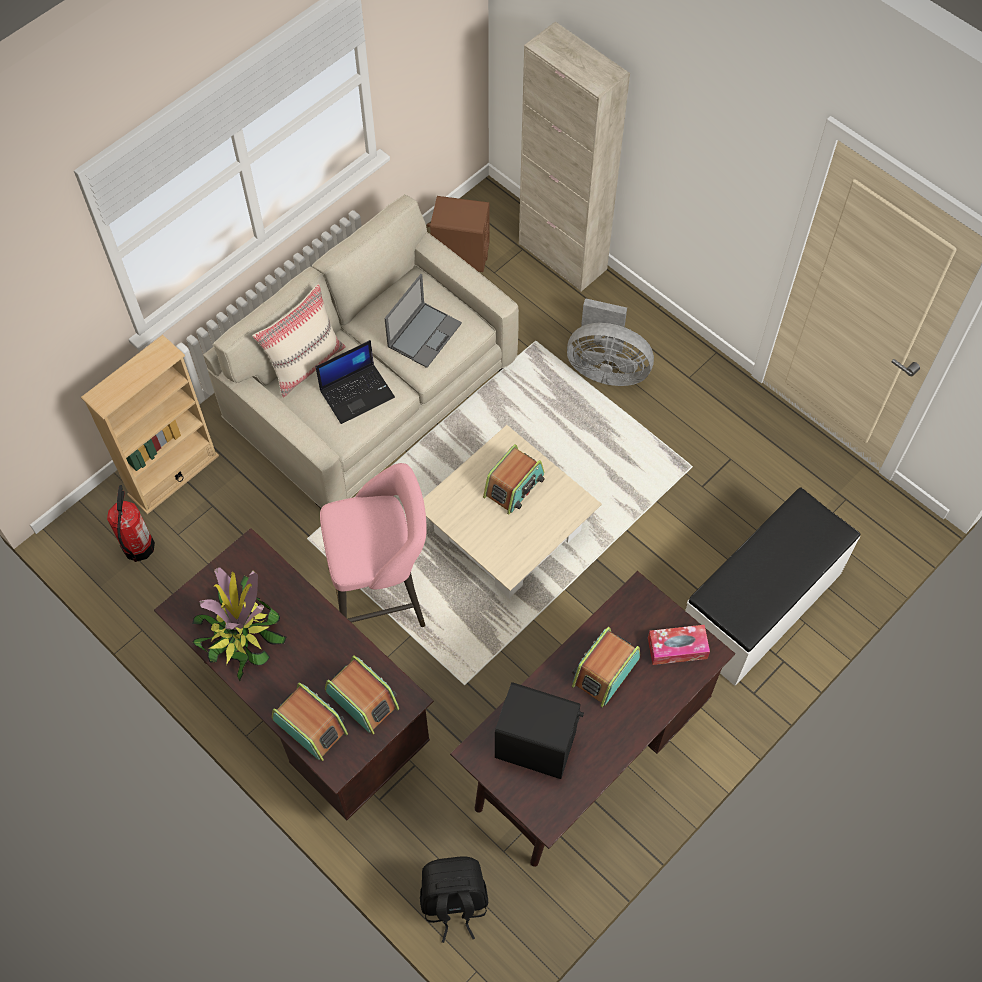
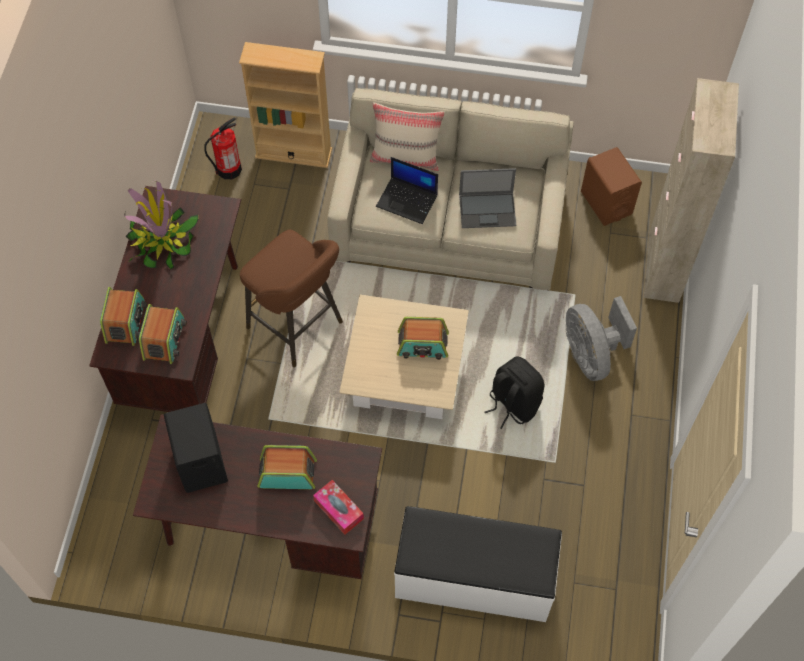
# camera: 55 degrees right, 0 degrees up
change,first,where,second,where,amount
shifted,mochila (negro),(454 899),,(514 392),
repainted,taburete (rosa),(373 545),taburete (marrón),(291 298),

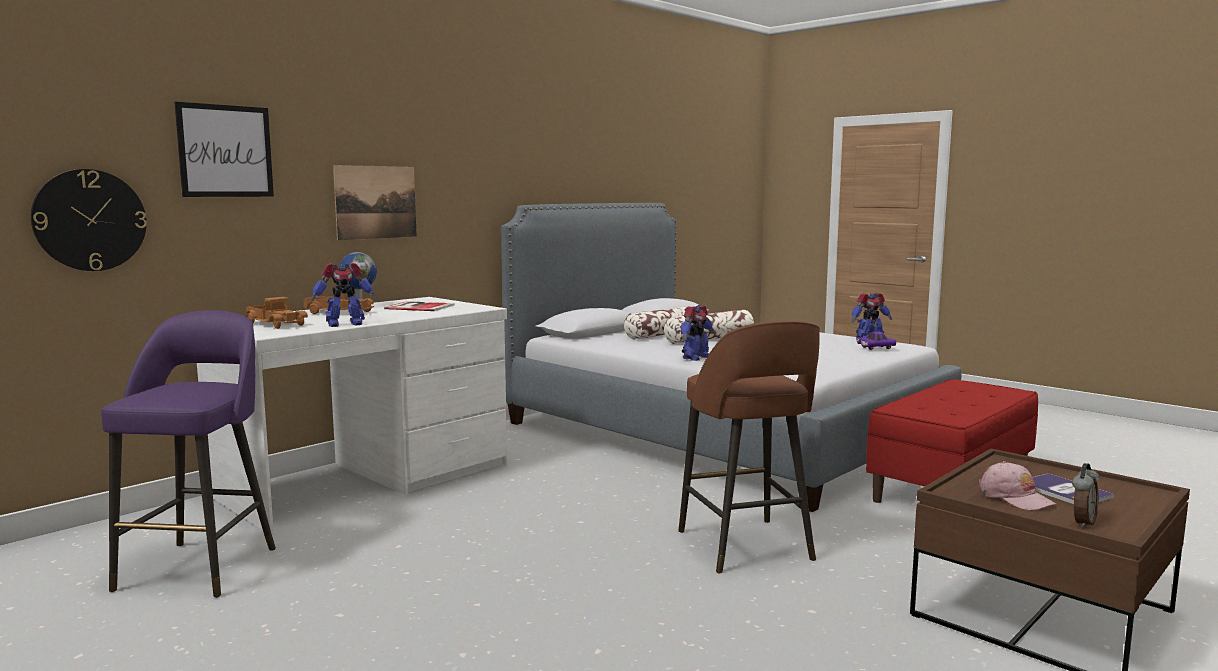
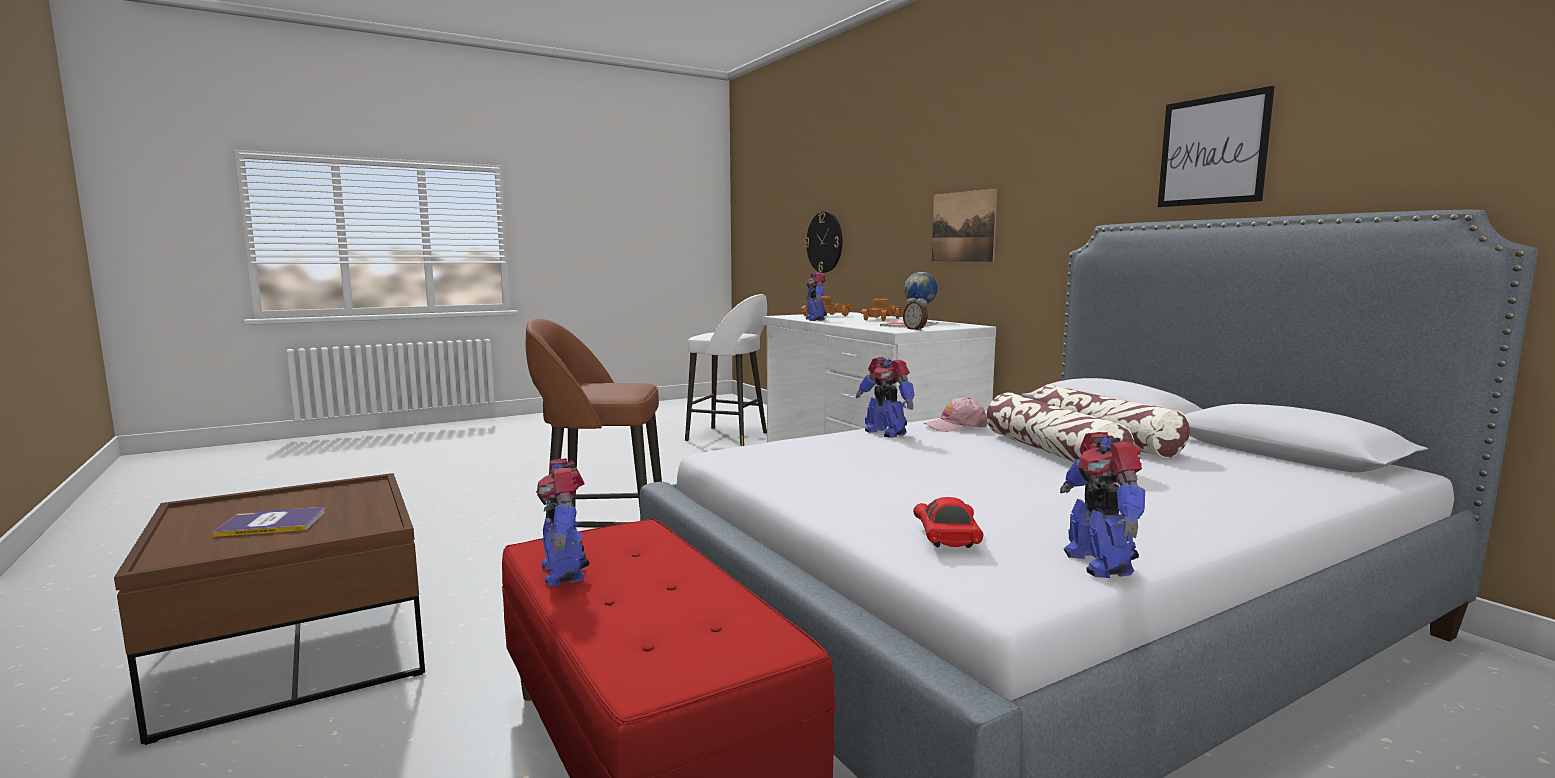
# camera: 105 degrees right, 0 degrees up
change,first,where,second,where,amount
new,,,robot de juguete,(562 522),
shifted,cuadro,(224 149),,(1216 146),
shifted,gorra (rosa),(1017 486),,(955 414),
shifted,despertador,(1086 495),,(915 312),
repainted,taburete (morado),(188 454),taburete (blanco),(726 370),
repainted,coche de juguete (morado),(876 341),coche de juguete (rojo),(948 522),

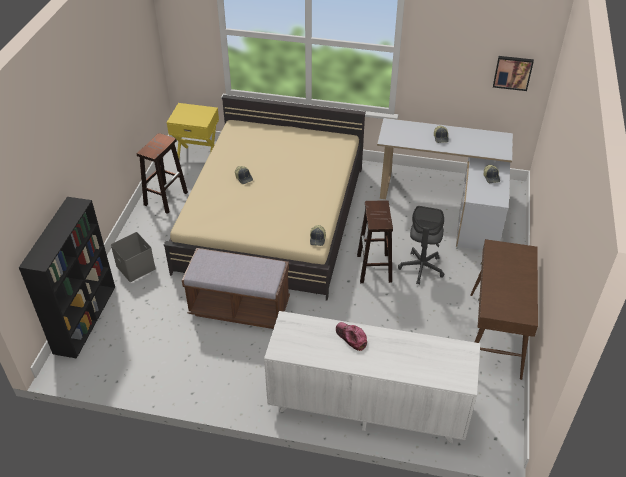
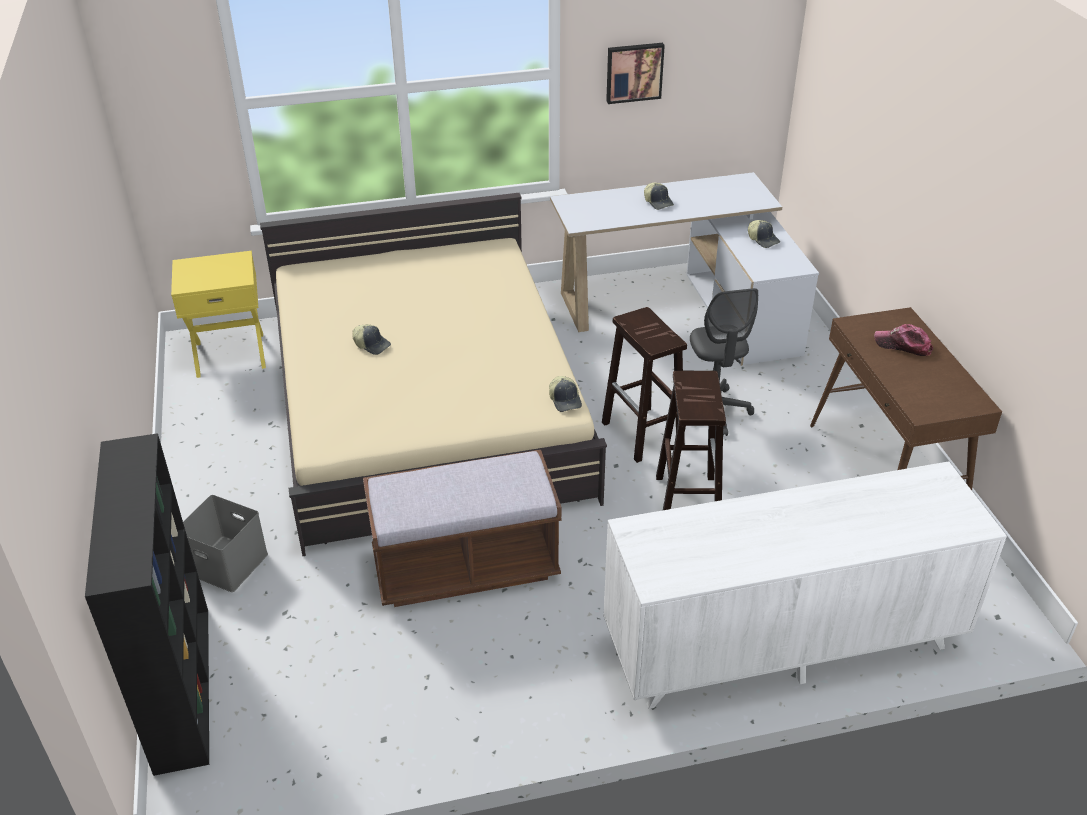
# camera: 25 degrees left, 5 degrees down
change,first,where,second,where,amount
shifted,taburete (marrón),(162 173),,(691 440),
shifted,gorra,(351 336),,(903 340),
shifted,cuadro,(513 73),,(635 73),

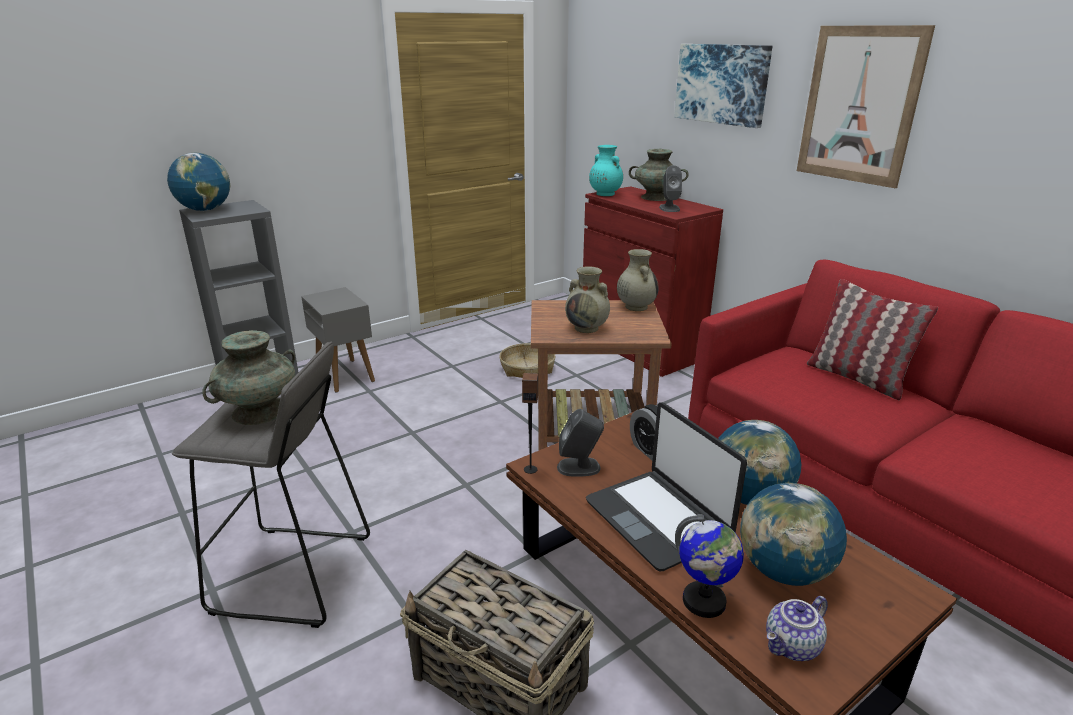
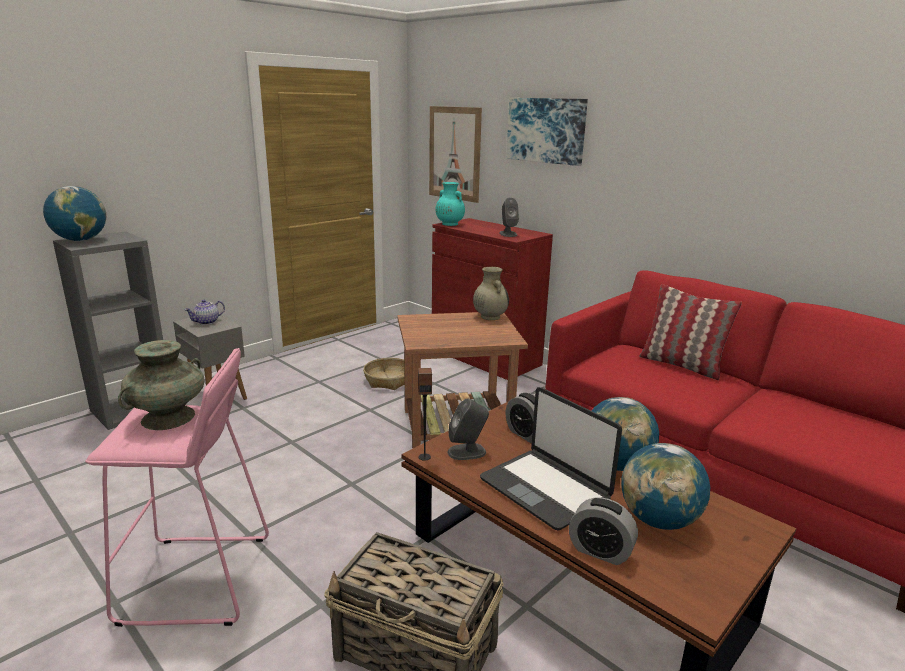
# camera: 10 degrees left, 5 degrees down
change,first,where,second,where,amount
gone,florero (beis),(587 299),,,
gone,florero (turquesa),(659 175),,,
shifted,tetera,(797 628),,(205 312),
shifted,cuadro,(866 106),,(455 154),
swapped,globo terráqueo,(709 566),despertador,(603 531),
repainted,taburete (gris),(271 485),taburete (rosa),(177 487),

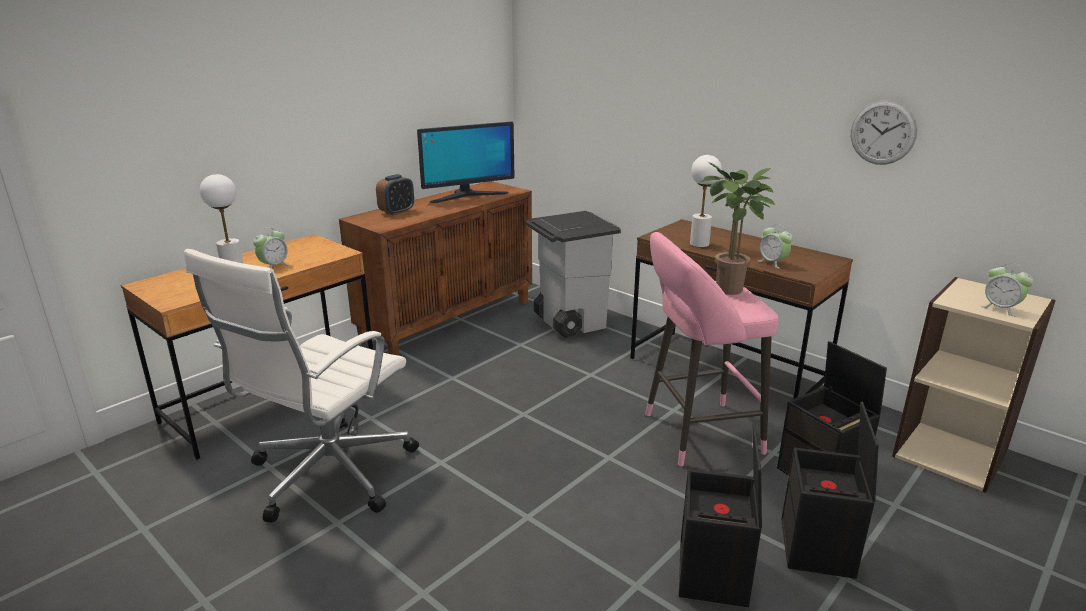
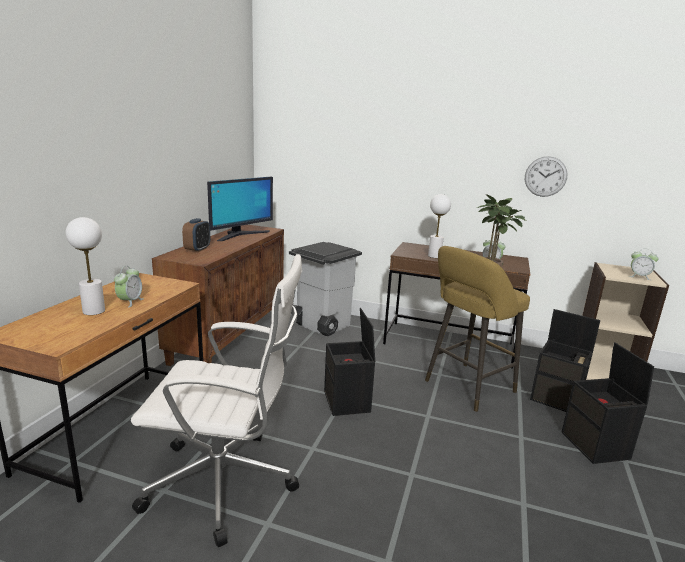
# camera: 25 degrees left, 5 degrees down
change,first,where,second,where,amount
shifted,caja de almacenaje (negro),(720 514),,(349 362),
repainted,taburete (rosa),(712 349),taburete (amarillo),(477 329),
rotated,silla de oficina (blanco),(301 385),,(216 400),90 degrees counterclockwise

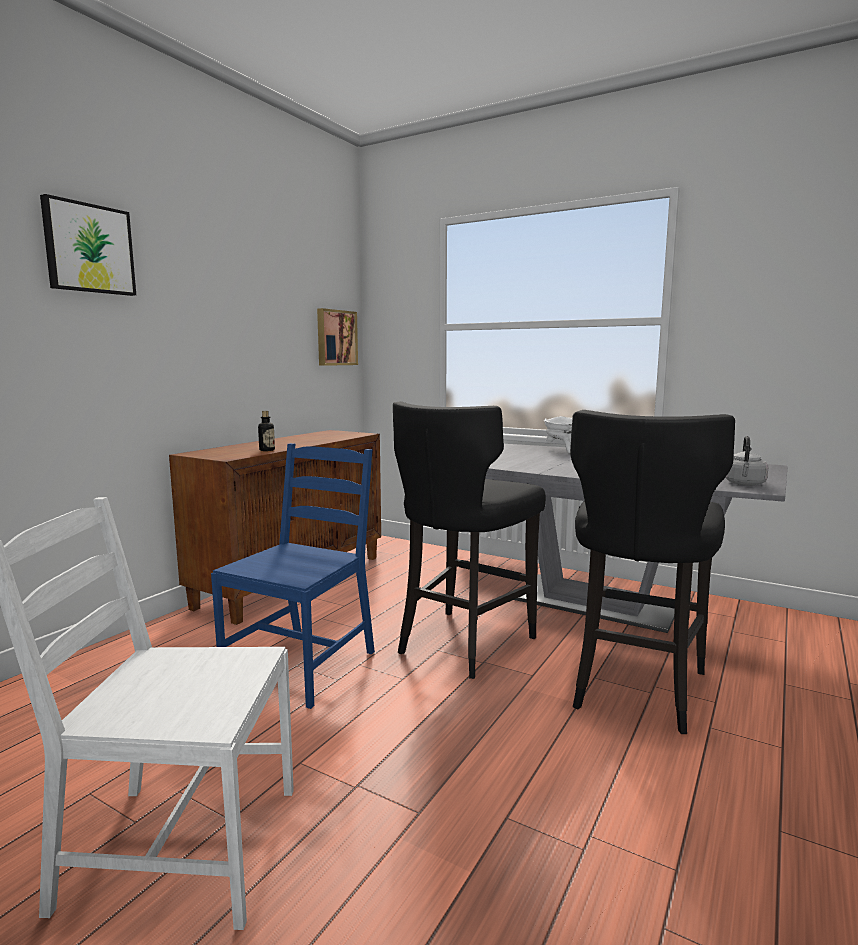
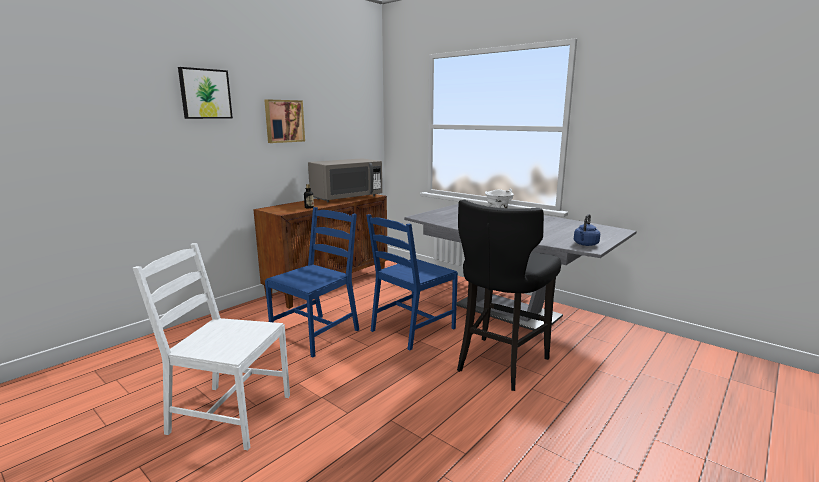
# camera: 10 degrees right, 5 degrees up
change,first,where,second,where,amount
new,,,microondas (gris),(345 180),
shifted,cuadro,(337 337),,(285 121),
swapped,taburete (negro),(469 540),silla (azul),(412 282),
repainted,hervidor (gris),(746 461),hervidor (azul),(587 230),

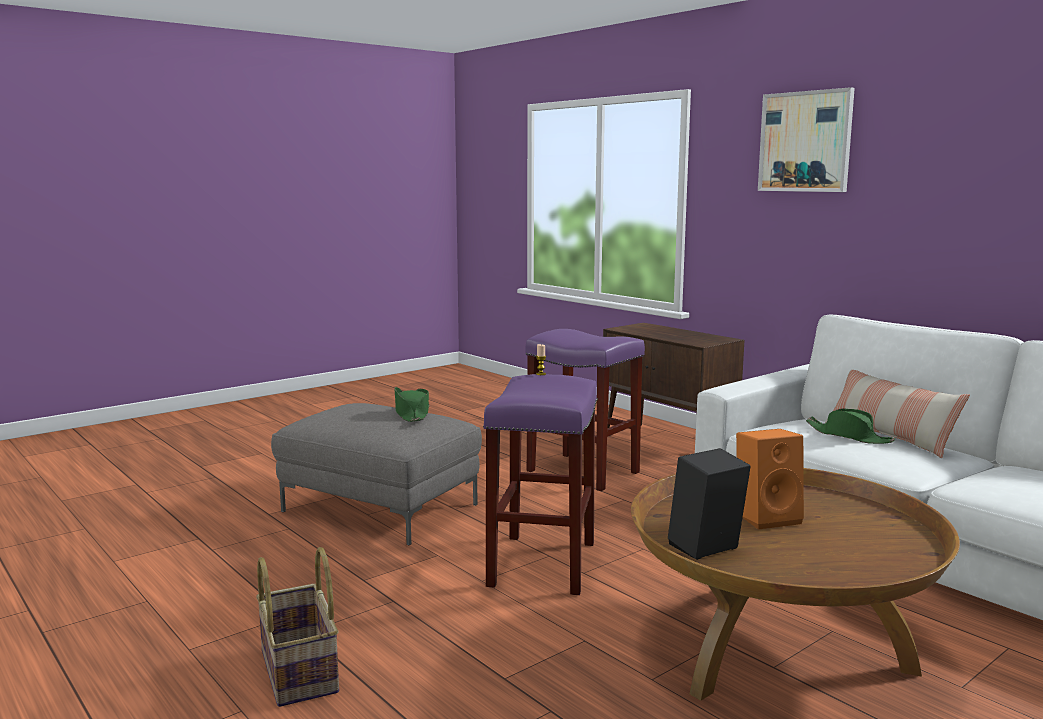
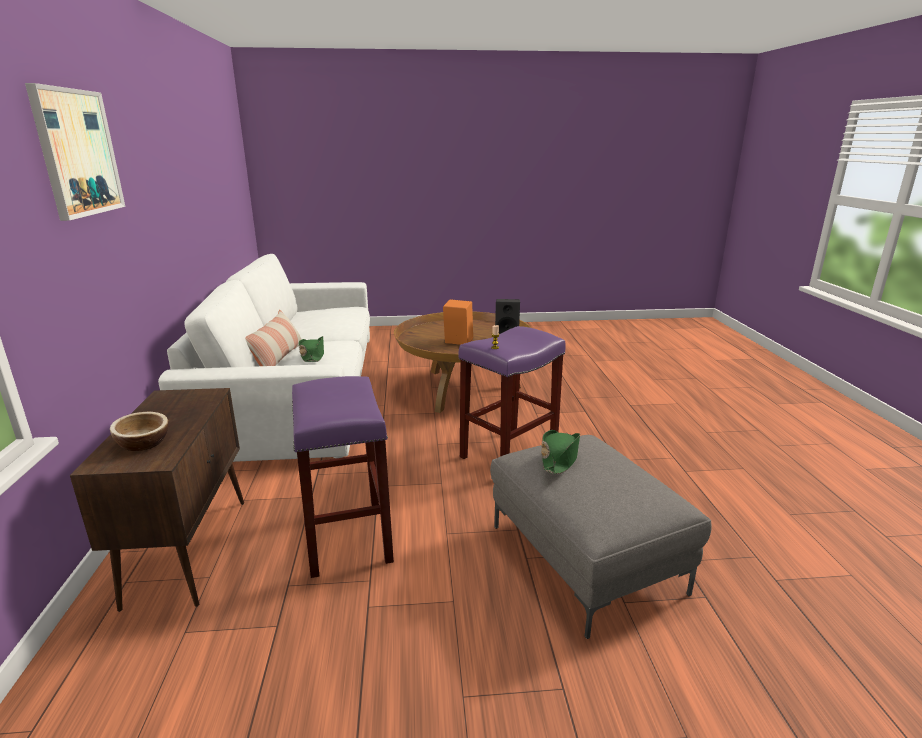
# camera: 145 degrees left, 10 degrees up
change,first,where,second,where,amount
gone,cesta,(297 627),,,
new,,,cuenco,(139 431),

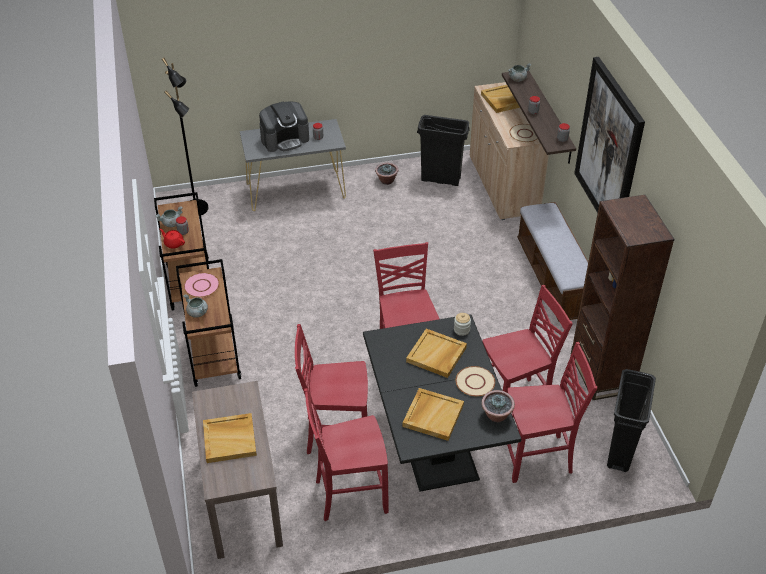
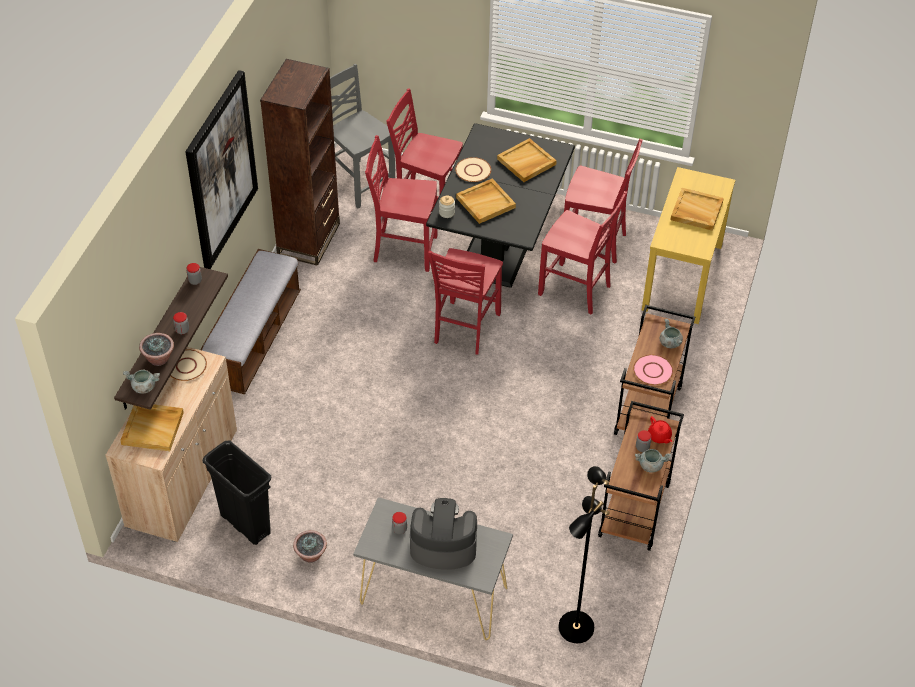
# camera: 150 degrees left, 5 degrees up
change,first,where,second,where,amount
shifted,planta en maceta,(498 406),,(156 349),
swapped,papelera (negro),(631 420),silla (gris),(362 136),
repainted,mesa consola (marrón),(237 470),mesa consola (amarillo),(688 245),

